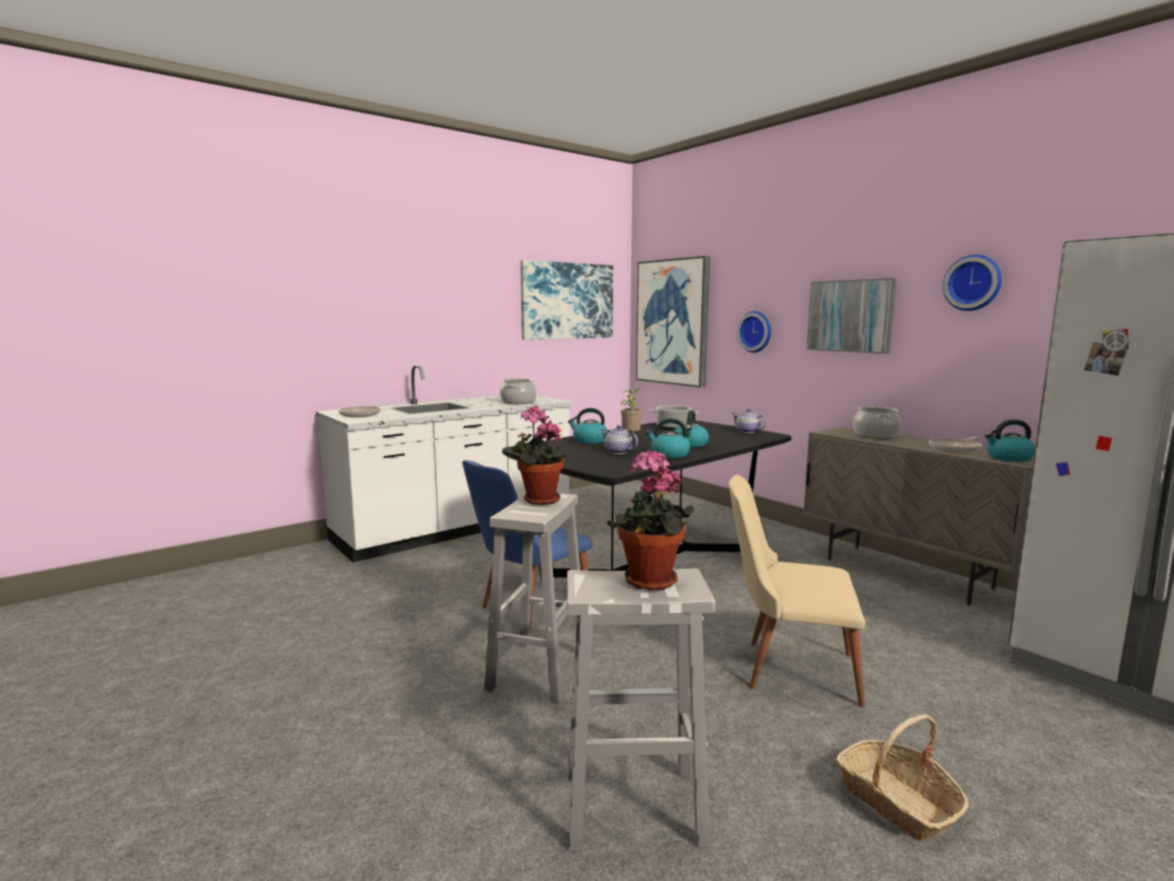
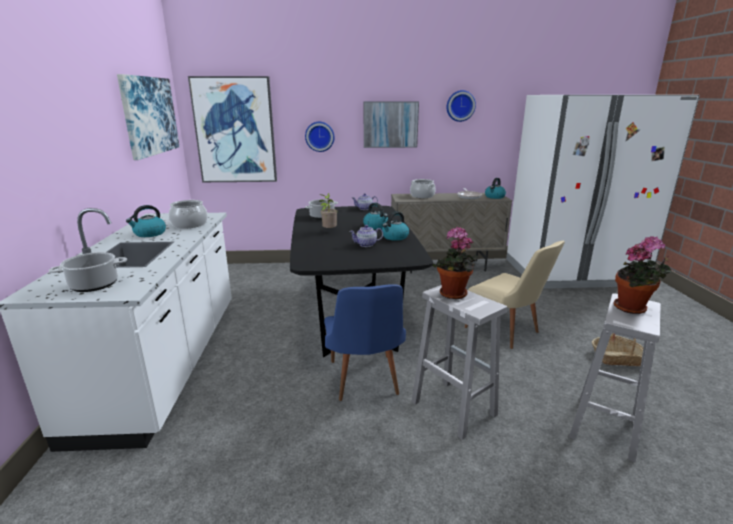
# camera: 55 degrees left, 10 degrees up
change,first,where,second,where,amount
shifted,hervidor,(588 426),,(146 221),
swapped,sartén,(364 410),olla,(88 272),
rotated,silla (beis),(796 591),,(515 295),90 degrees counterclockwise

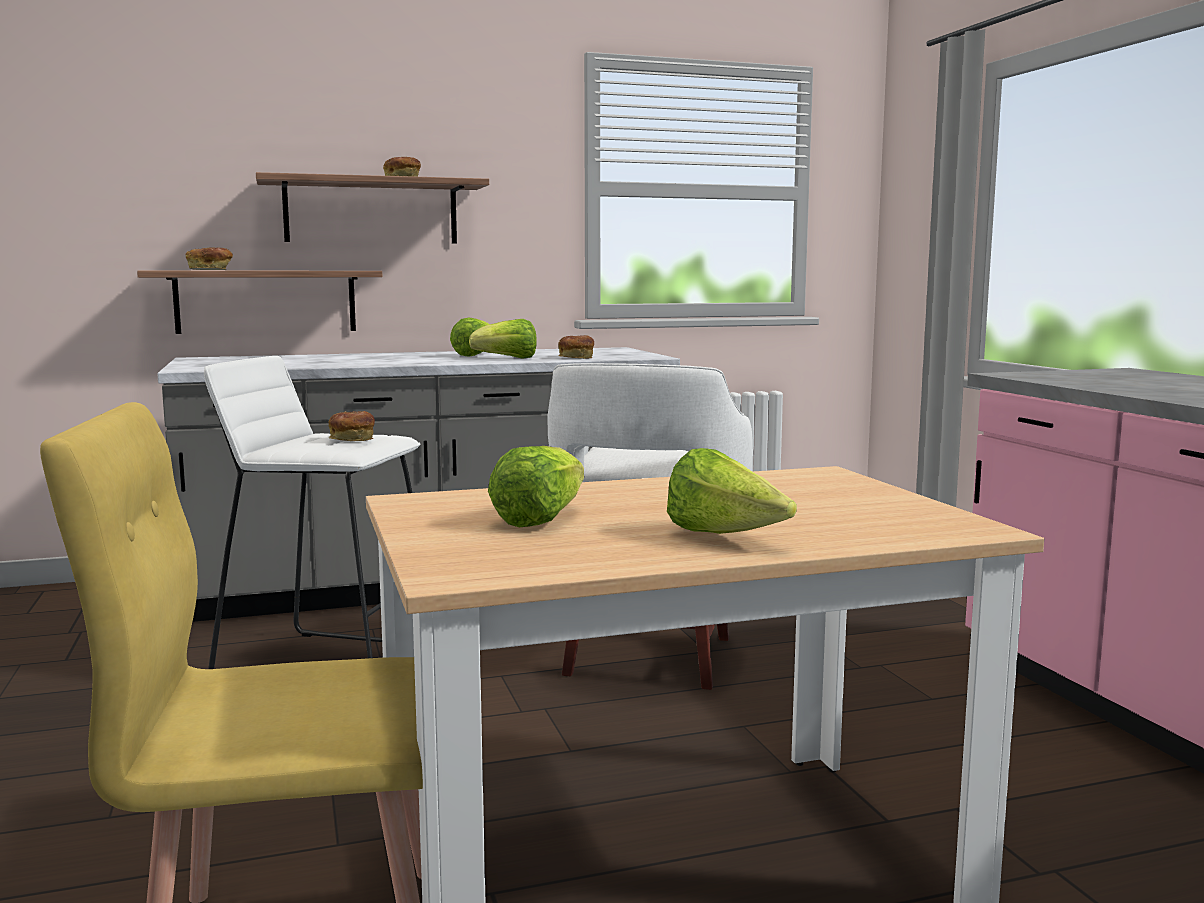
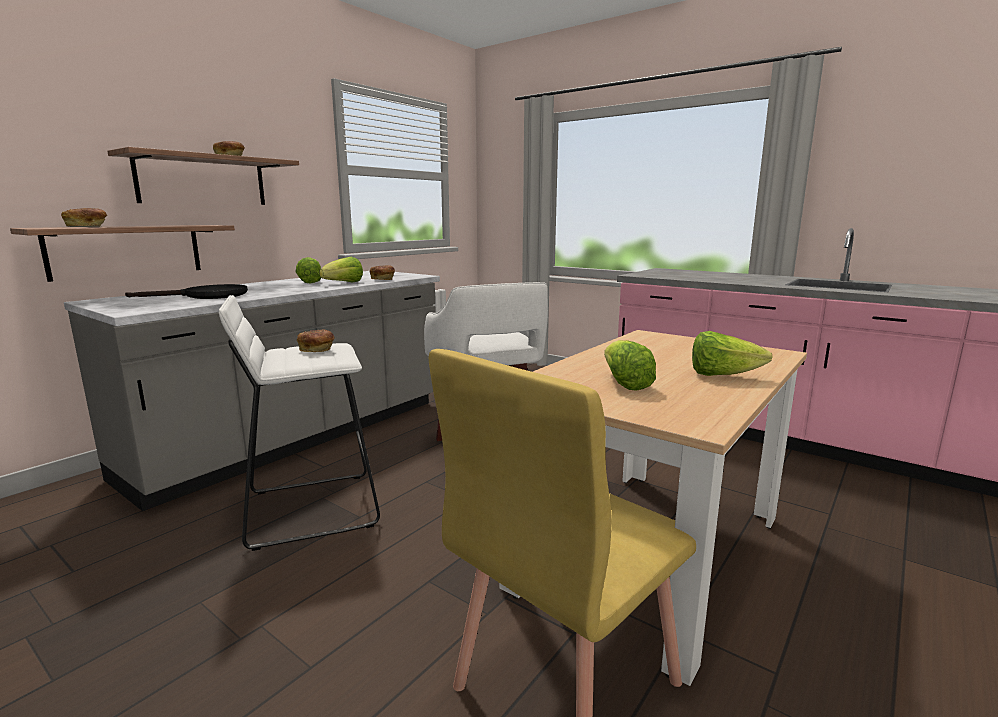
# camera: 35 degrees left, 5 degrees up
change,first,where,second,where,amount
new,,,sartén (negro),(186 291),

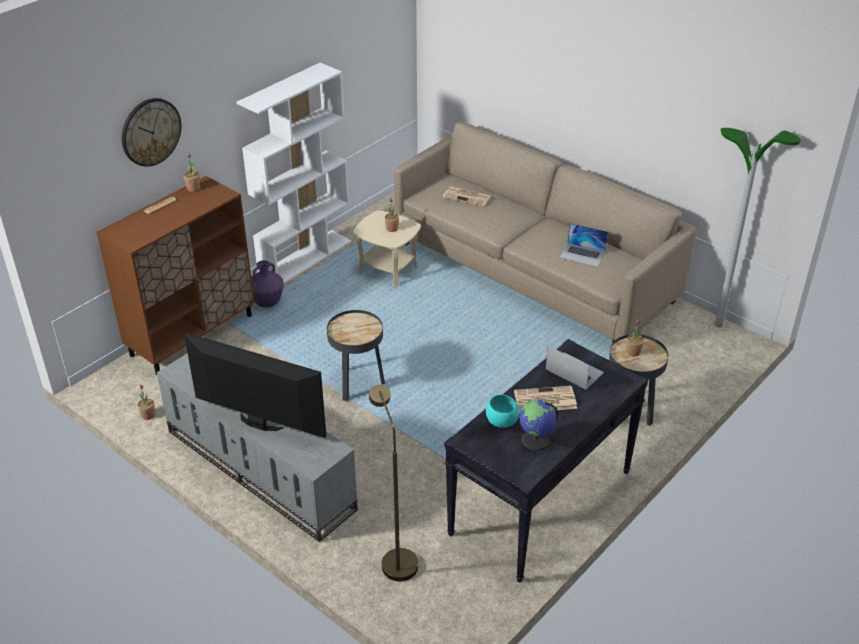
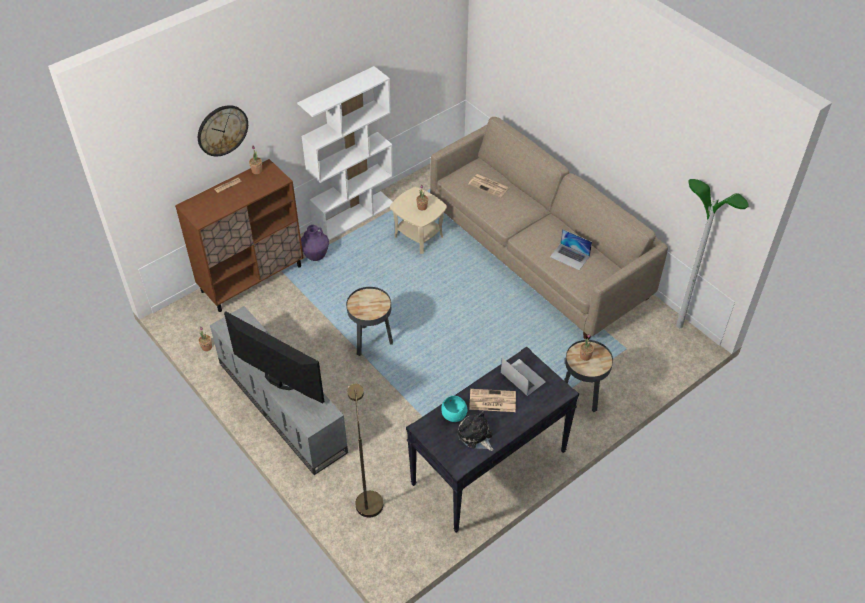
# camera: 10 degrees right, 10 degrees up
change,first,where,second,where,amount
swapped,globo terráqueo,(538 425),peluche,(475 431),

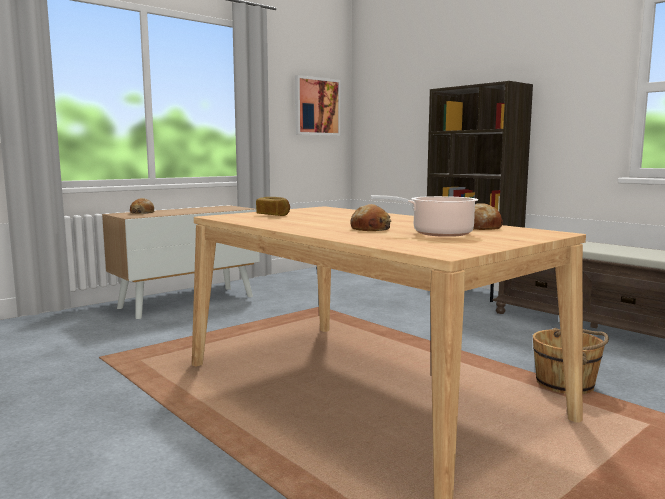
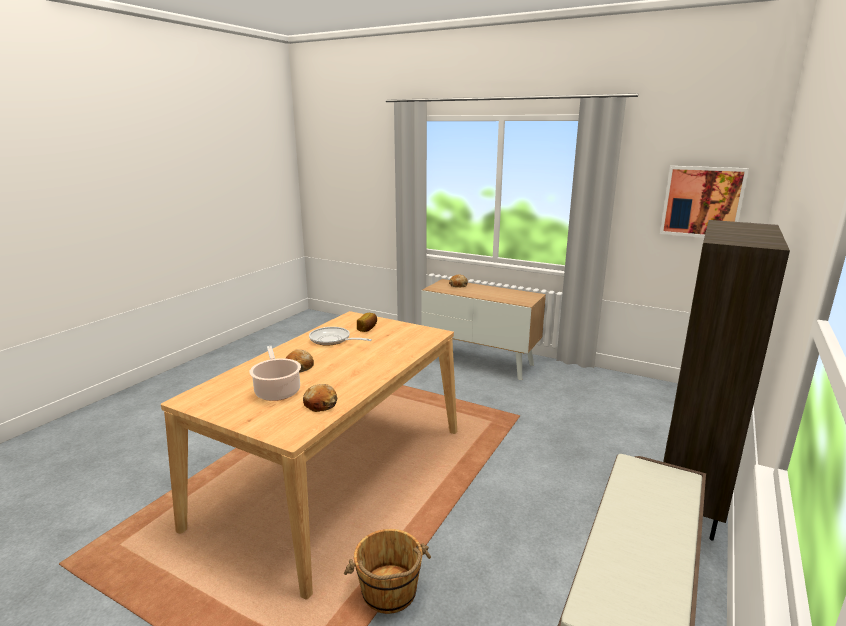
# camera: 70 degrees right, 10 degrees up
change,first,where,second,where,amount
new,,,sartén,(340 336),

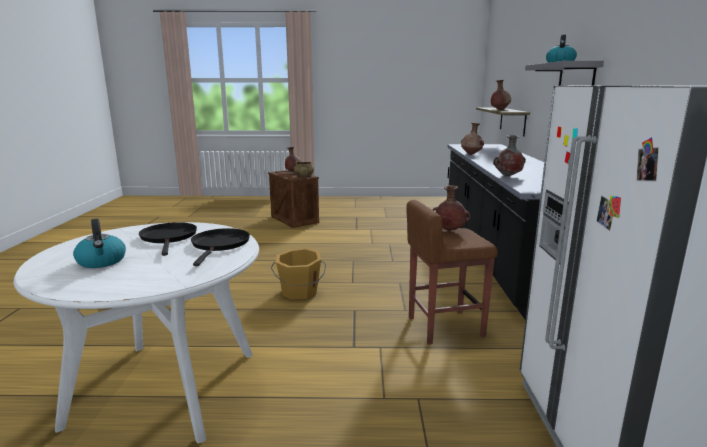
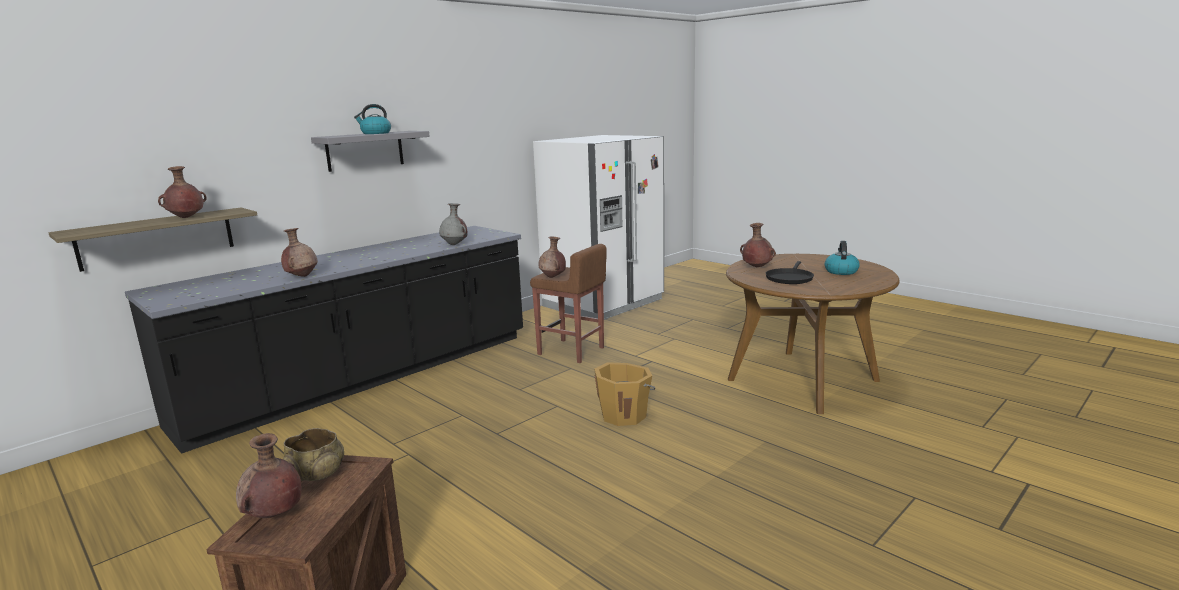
# camera: 135 degrees left, 0 degrees up
change,first,where,second,where,amount
swapped,sartén (negro),(220 247),florero (marrón),(758 245),
repainted,mesa de comedor (blanco),(136 333),mesa de comedor (marrón),(813 334),

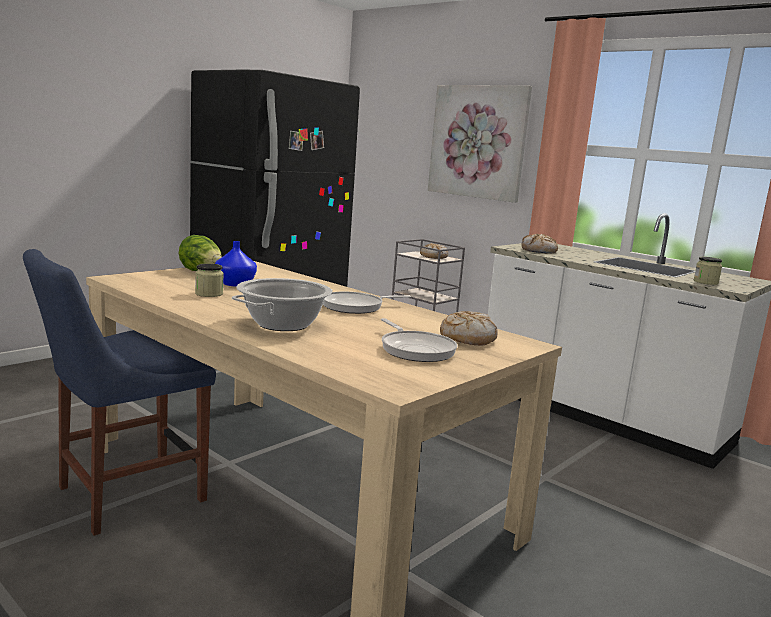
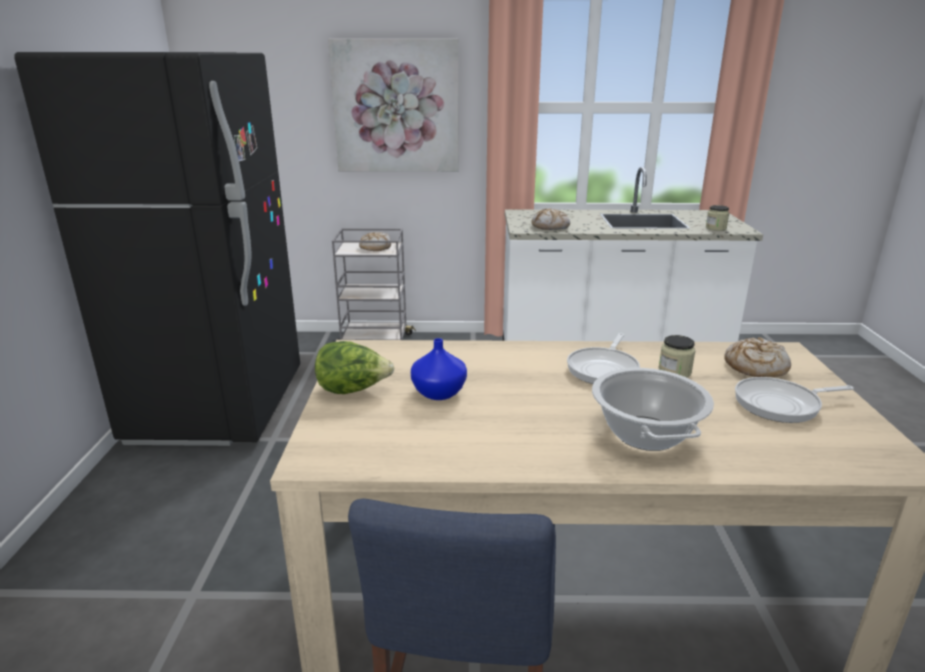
# camera: 40 degrees left, 10 degrees up
change,first,where,second,where,amount
shifted,tarro,(209 280),,(677 356),
rotated,sartén,(419 340),,(794 400),150 degrees clockwise

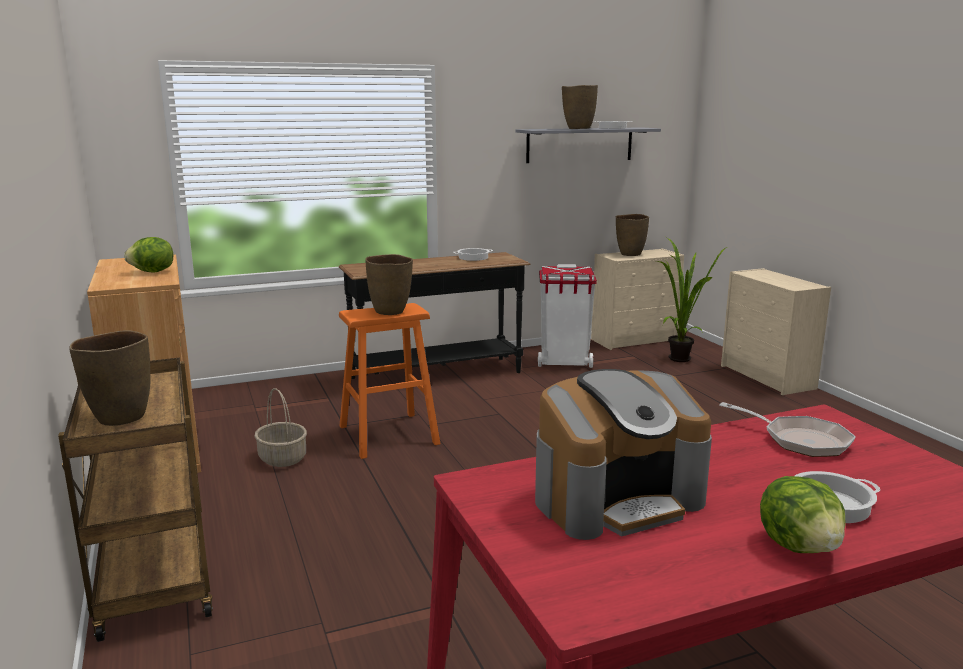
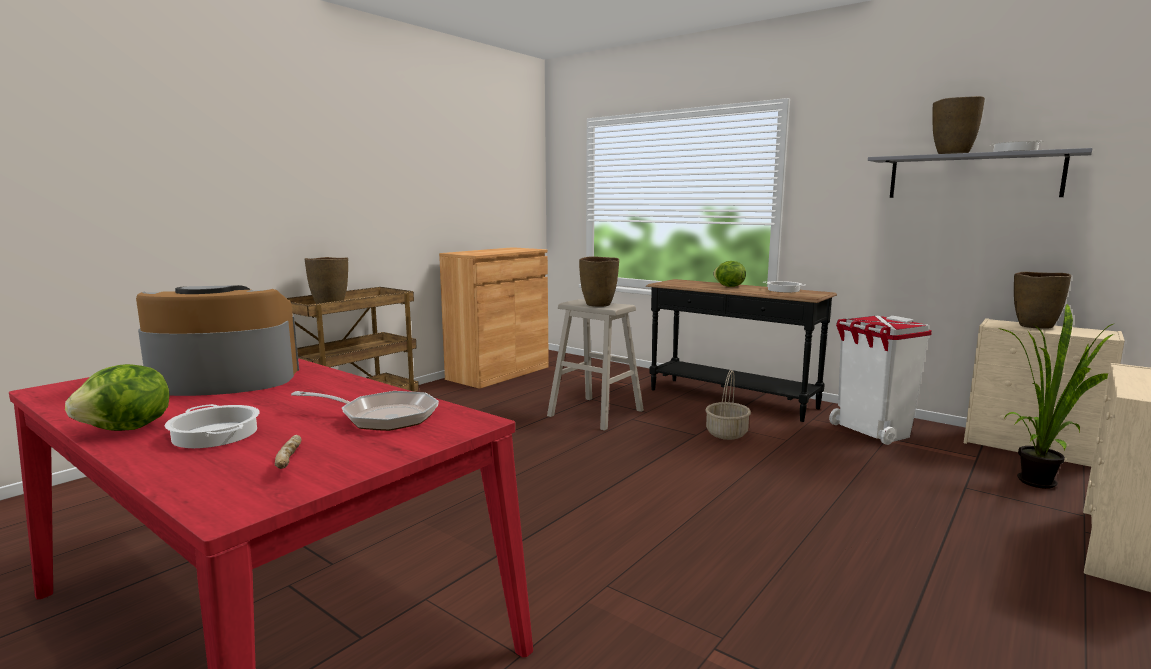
# camera: 60 degrees right, 5 degrees down
change,first,where,second,where,amount
new,,,pan,(288 452),
shifted,lechuga,(148 255),,(729 274),
shifted,cesta,(280 427),,(728 405),
repainted,taburete (naranja),(389 381),taburete (beis),(595 365),
rotated,cafetera,(623 454),,(217 340),135 degrees clockwise
rotated,sartén,(787 429),,(365 411),90 degrees counterclockwise

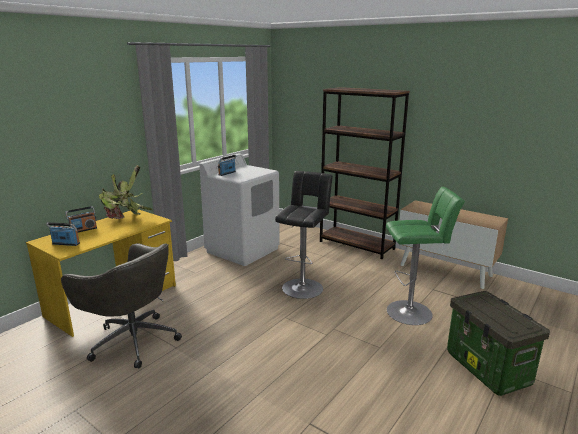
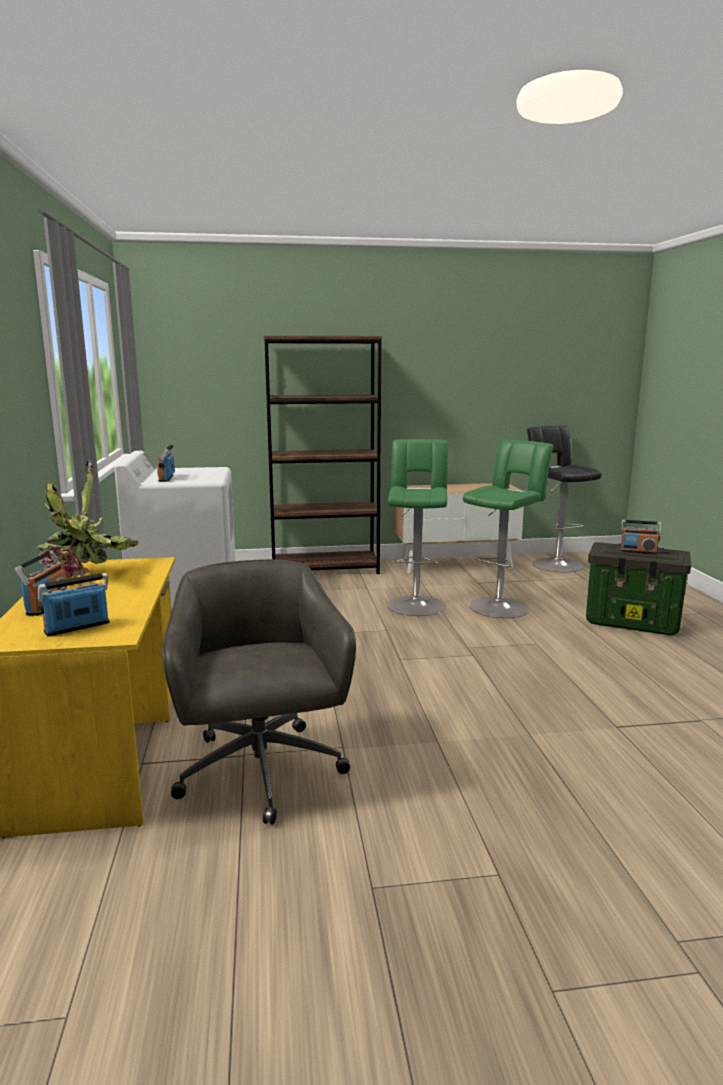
# camera: 45 degrees left, 5 degrees down
change,first,where,second,where,amount
new,,,taburete (verde),(417 527),
new,,,radio,(640 537),
shifted,taburete (negro),(304 235),,(564 499),
rotated,silla de oficina (gris),(121 305),,(259 692),90 degrees counterclockwise

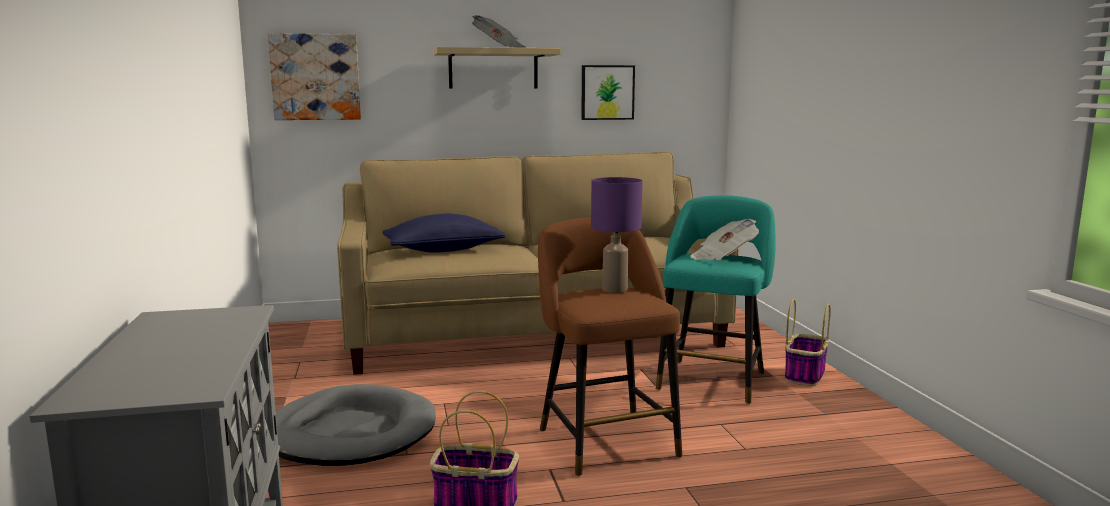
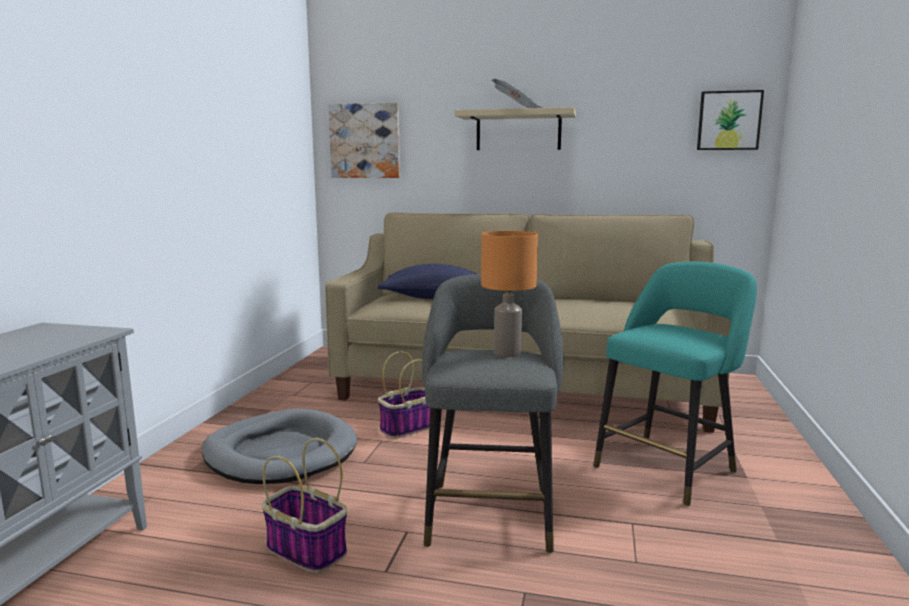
# camera: 25 degrees right, 0 degrees up
change,first,where,second,where,amount
gone,periódico,(725 240),,,
shifted,cuadro,(608 92),,(730 120),
shifted,cesta,(808 342),,(404 394),
repainted,taburete (marrón),(610 346),taburete (gris),(492 414),
repainted,lámpara de mesa (morado),(617 235),lámpara de mesa (naranja),(509 294),

